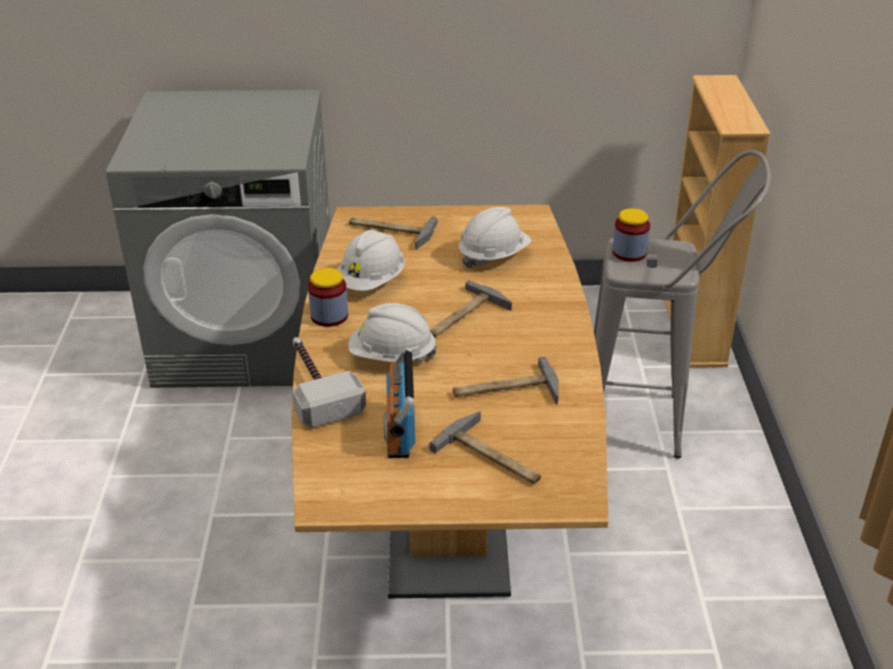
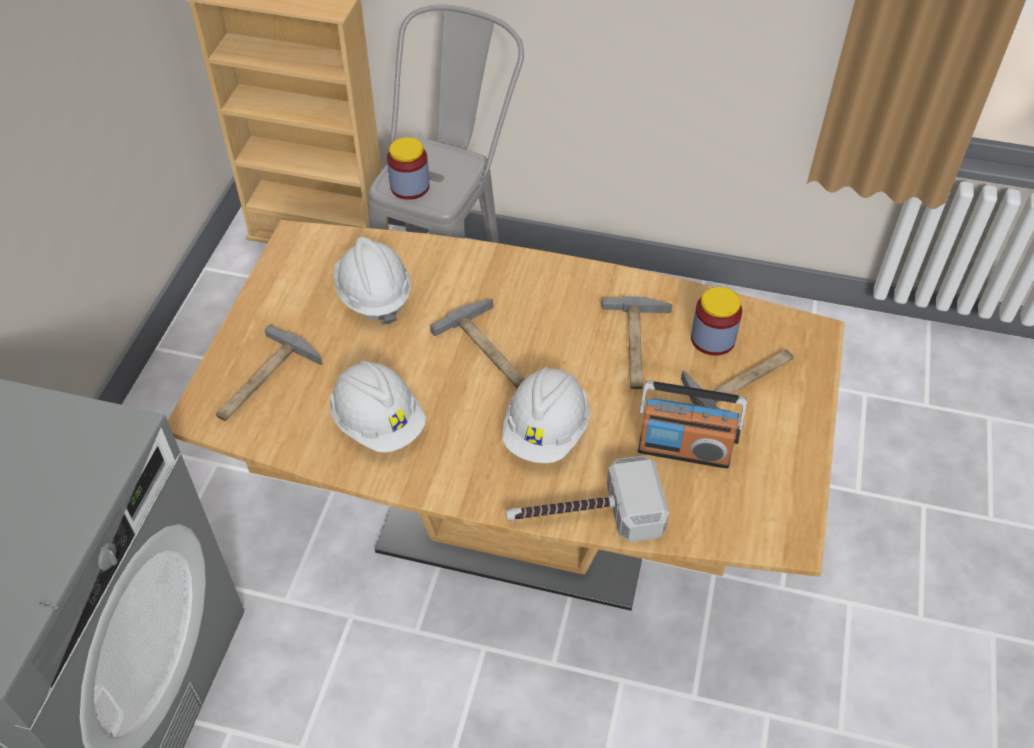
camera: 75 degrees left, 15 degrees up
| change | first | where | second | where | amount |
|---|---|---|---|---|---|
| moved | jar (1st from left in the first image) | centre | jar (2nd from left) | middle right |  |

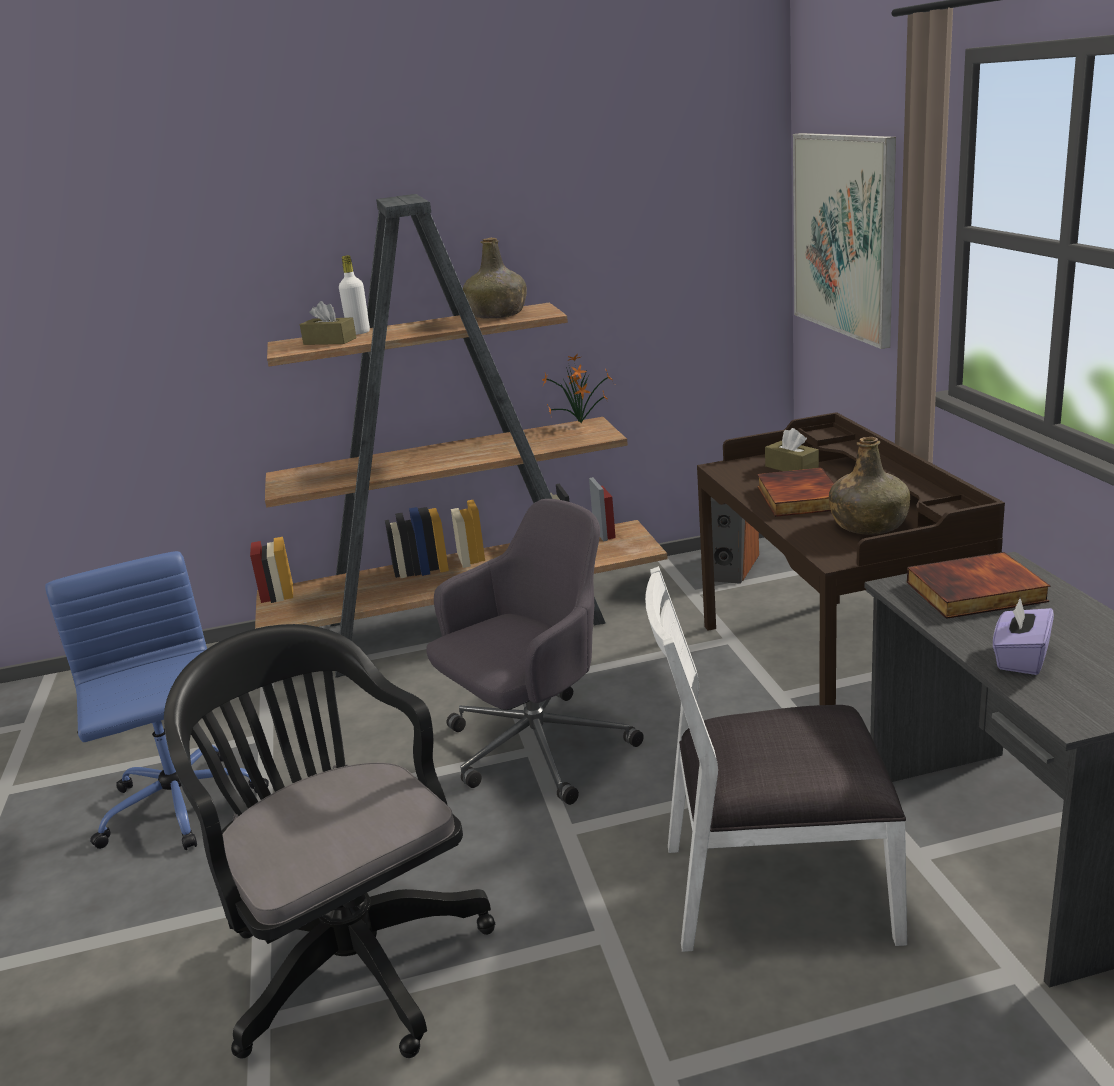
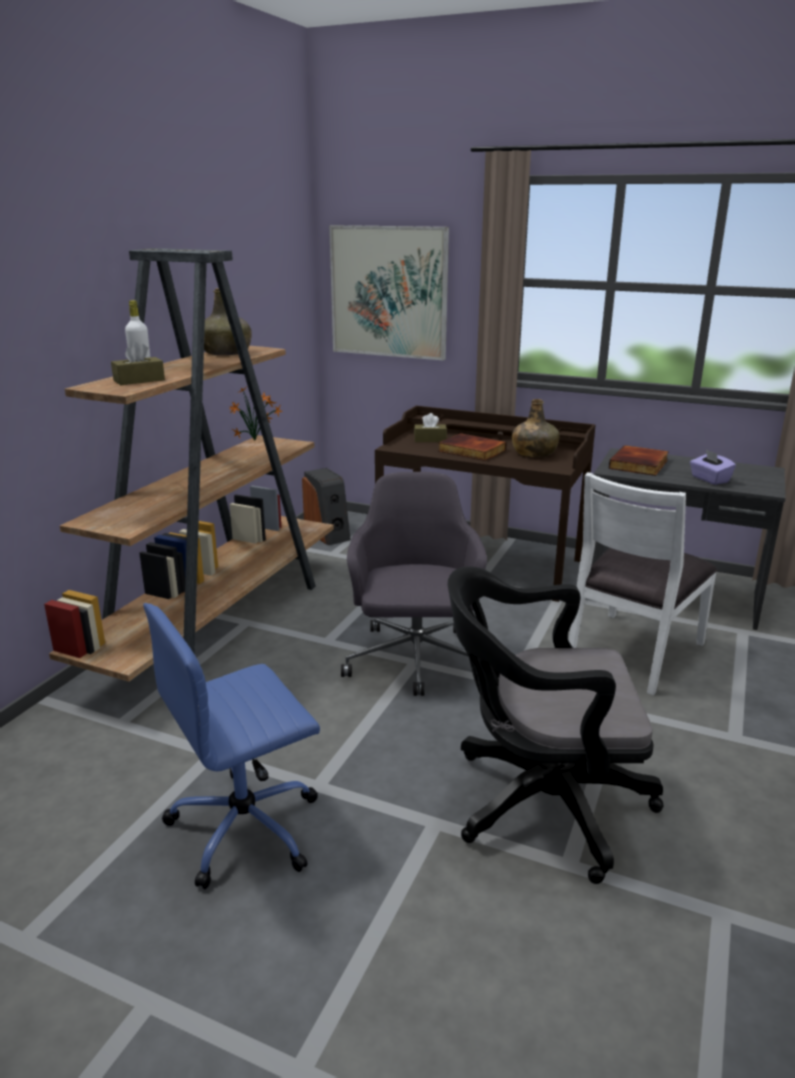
camera: 55 degrees left, 0 degrees up
| change | first | where | second | where | amount |
|---|---|---|---|---|---|
| turned | office chair/blue | middle left |  | bottom left | 45 degrees counterclockwise |

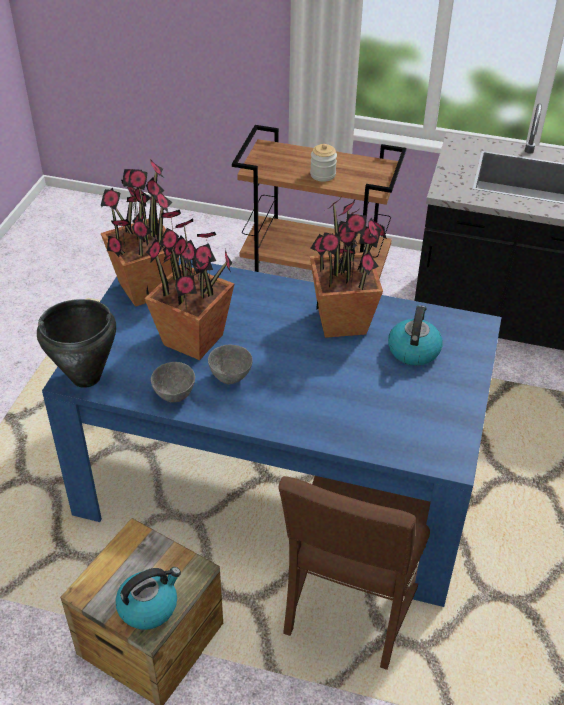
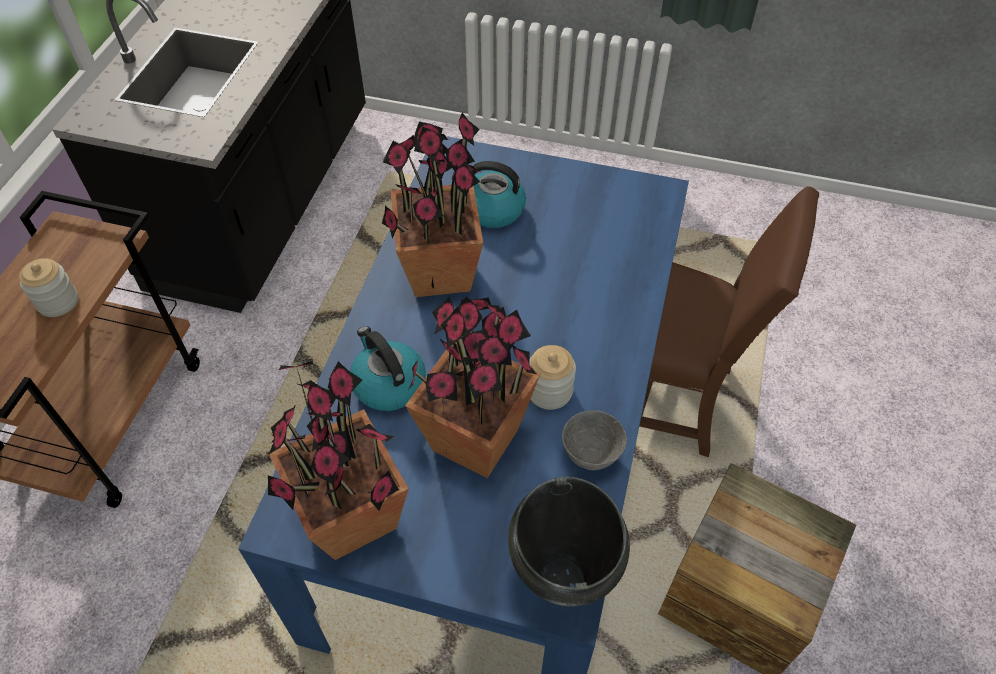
camera: 90 degrees left, 10 degrees up
| change | first | where | second | where | amount |
|---|---|---|---|---|---|
| replaced | bowl/grey (2nd from left) | centre | jar (2nd from left) | centre |  |
| moved | kettle (1st from left) | bottom left |  | centre |  |

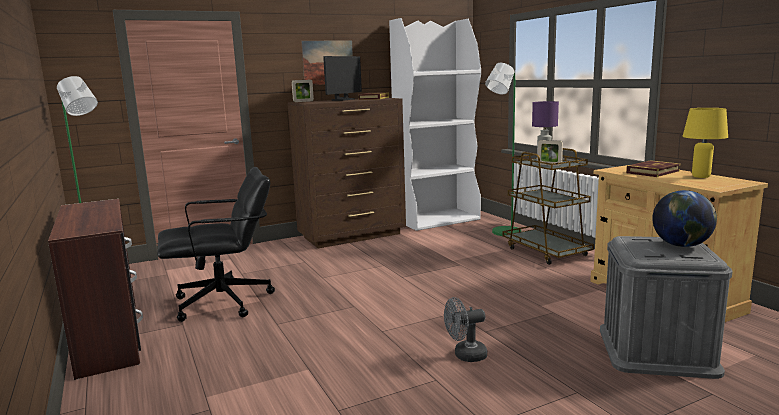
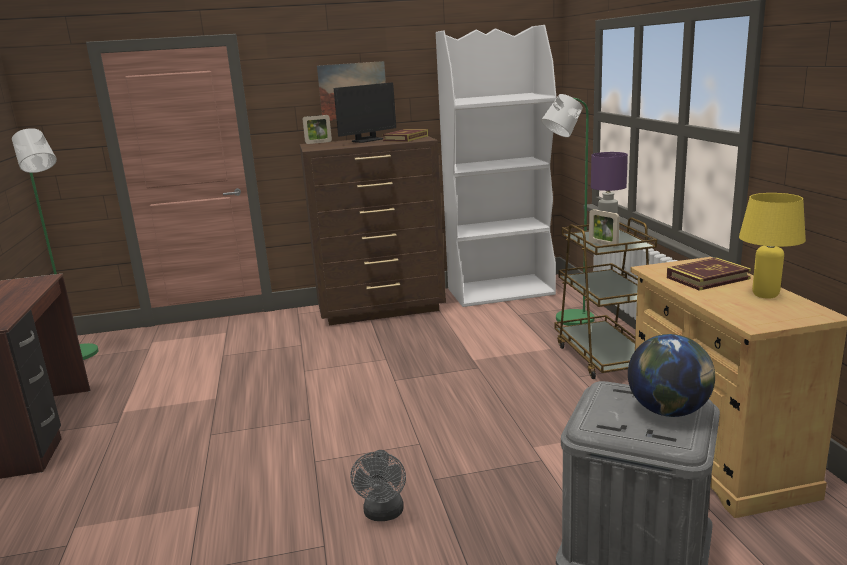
camera: 15 degrees right, 5 degrees up
| change | first | where | second | where | amount |
|---|---|---|---|---|---|
| removed | office chair/black | middle left |  |  |  |
| turned | fan/grey | bottom centre |  | bottom centre | 90 degrees counterclockwise |

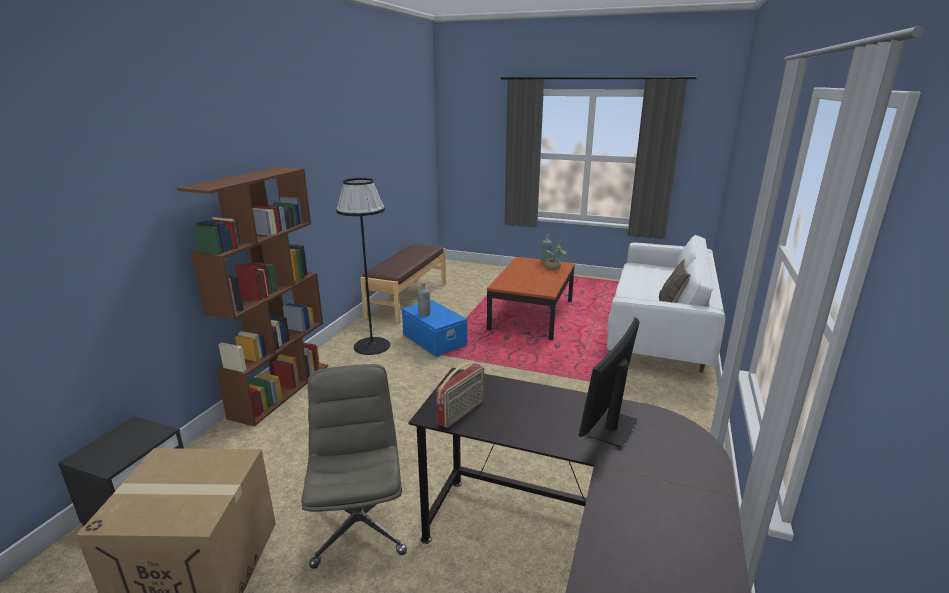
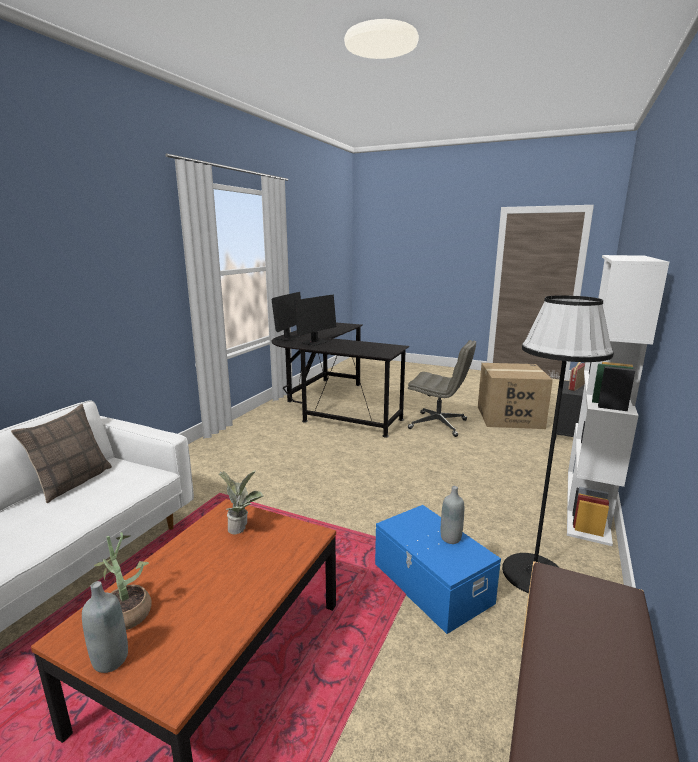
camera: 175 degrees left, 5 degrees down
| change | first | where | second | where | amount |
|---|---|---|---|---|---|
| recoloured | bookcase/brown | middle left | bookcase/white | middle right |  |
| moved | radio | centre |  | middle right |  |
| turned | office chair/grey | bottom centre |  | centre | 60 degrees counterclockwise |
| added |  |  | monitor (1st from left) | centre |  |
| added |  |  | potted plant (2nd from left) | centre |  |

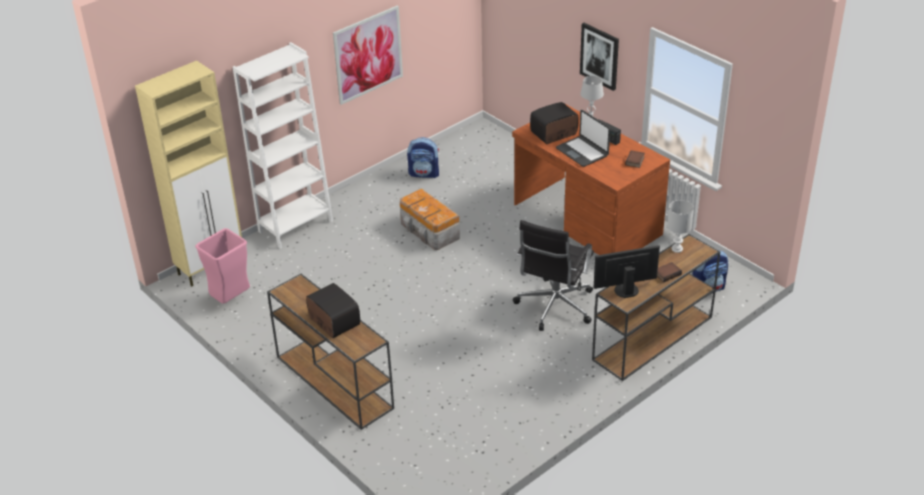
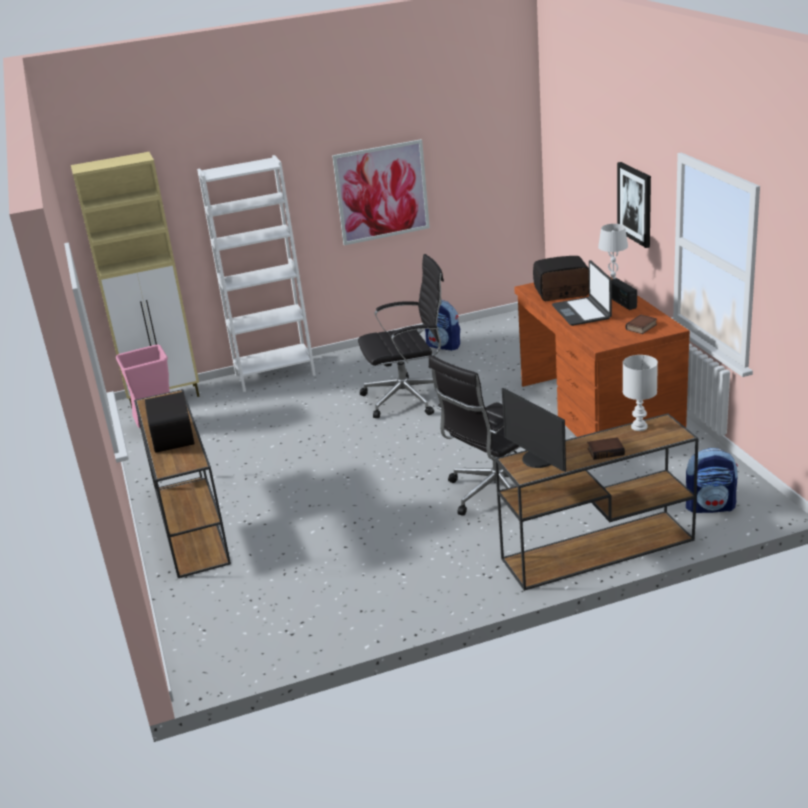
camera: 25 degrees right, 10 degrees down
| change | first | where | second | where | amount |
|---|---|---|---|---|---|
| replaced | storage box | centre | office chair/black (1st from left) | centre |  |
| turned | monitor | middle right |  | centre | 135 degrees counterclockwise |

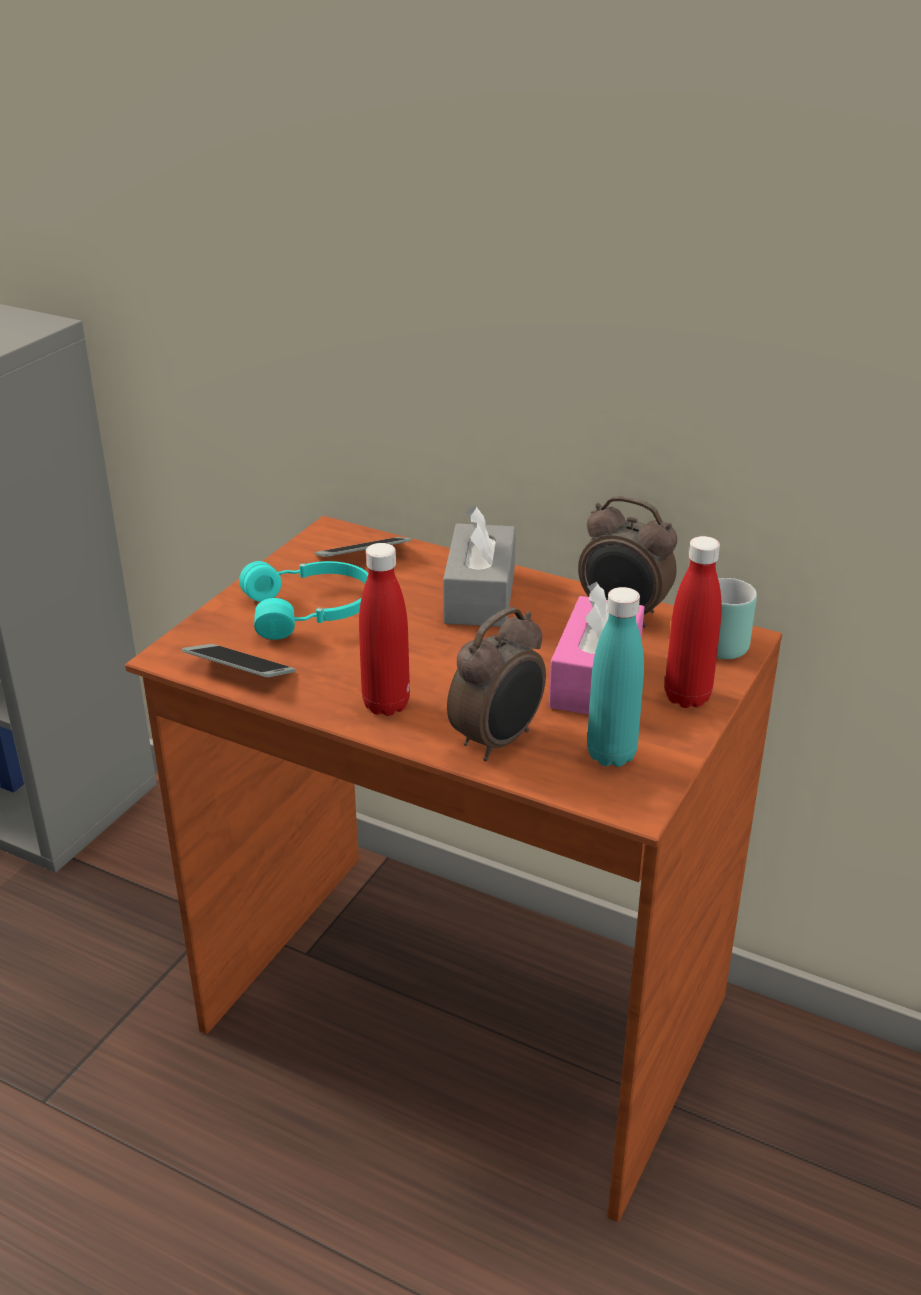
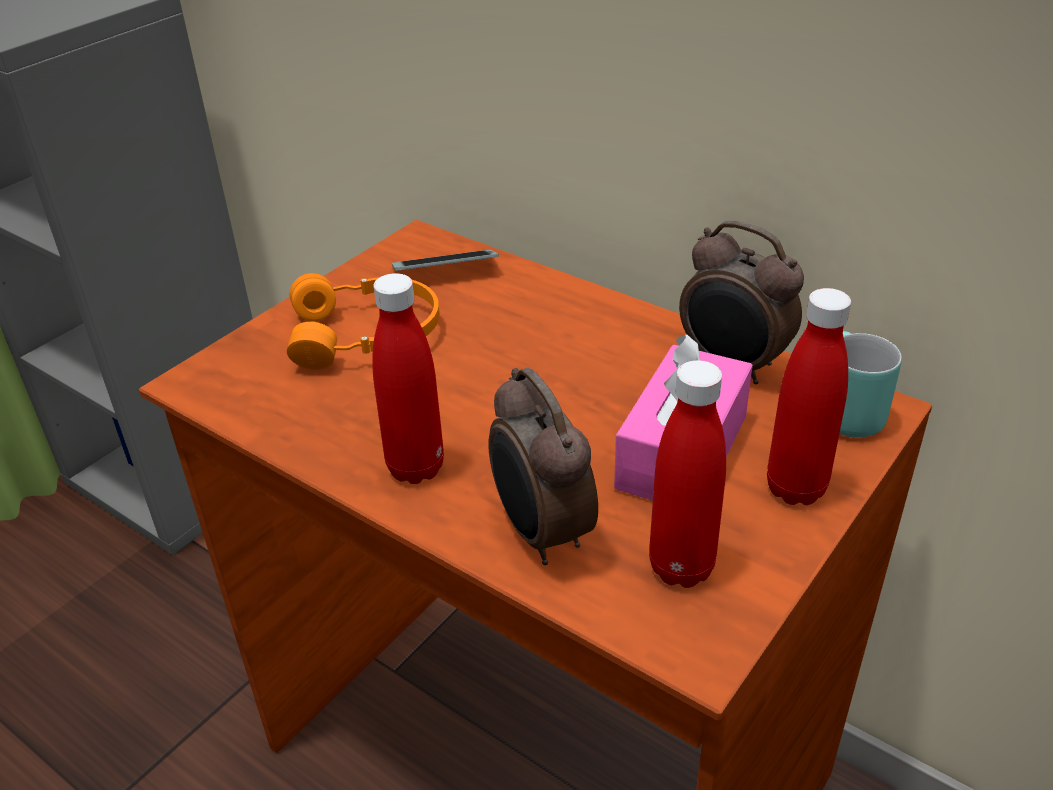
camera: 10 degrees right, 5 degrees up
| change | first | where | second | where | amount |
|---|---|---|---|---|---|
| removed | tissue box/grey | centre |  |  |  |
| recoloured | headphones/turquoise | middle left | headphones/orange | centre |  |
| recoloured | bottle/turquoise | middle right | bottle/red (2nd from left) | centre |  |
| turned | alarm clock (1st from left) | centre |  | centre | 105 degrees clockwise |
| removed | phone (1st from left) | middle left |  |  |  |

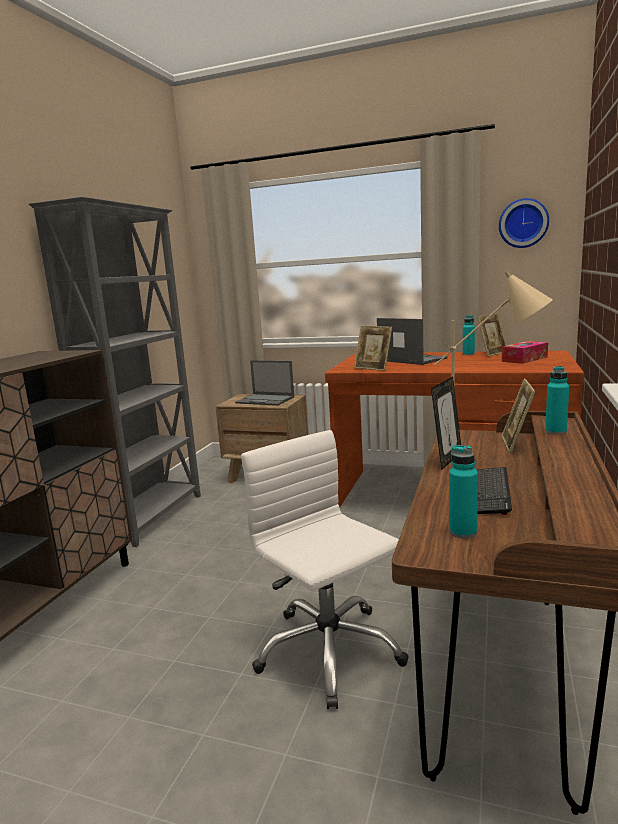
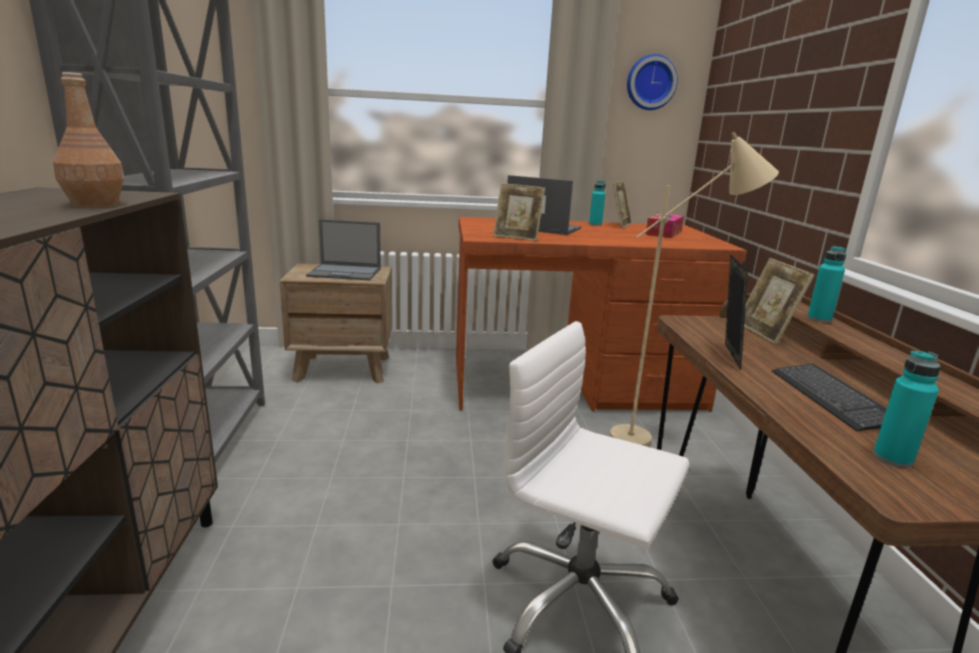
camera: 25 degrees left, 5 degrees up
| change | first | where | second | where | amount |
|---|---|---|---|---|---|
| added |  |  | bottle/brown | top left |  |

